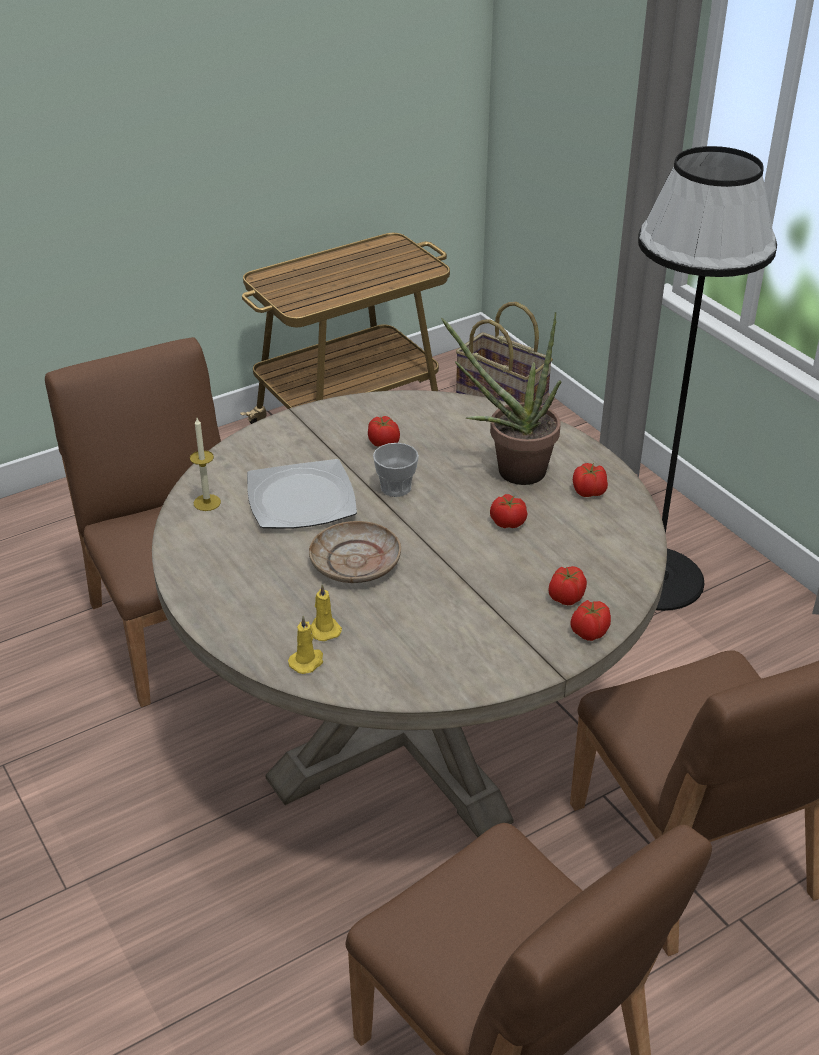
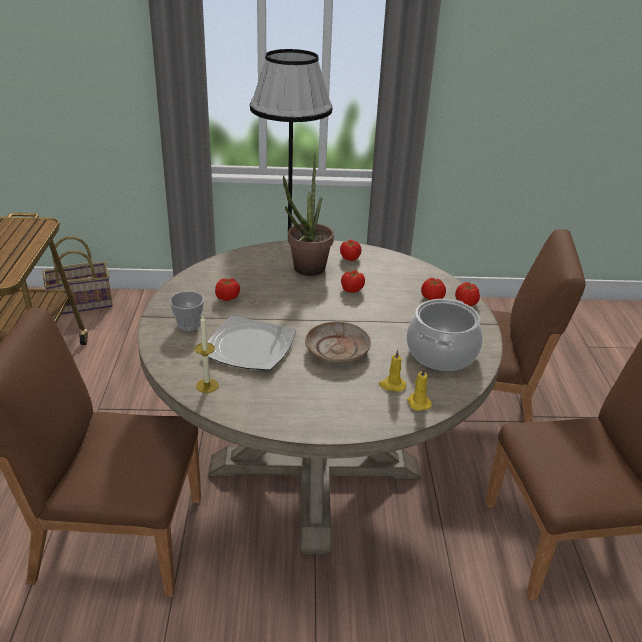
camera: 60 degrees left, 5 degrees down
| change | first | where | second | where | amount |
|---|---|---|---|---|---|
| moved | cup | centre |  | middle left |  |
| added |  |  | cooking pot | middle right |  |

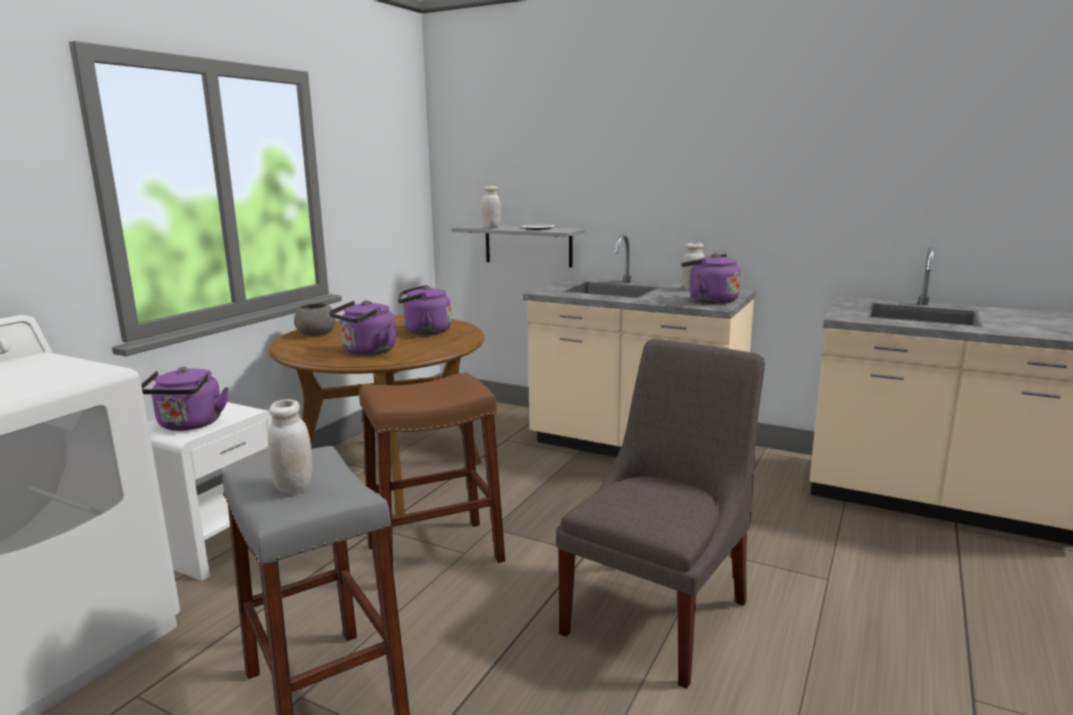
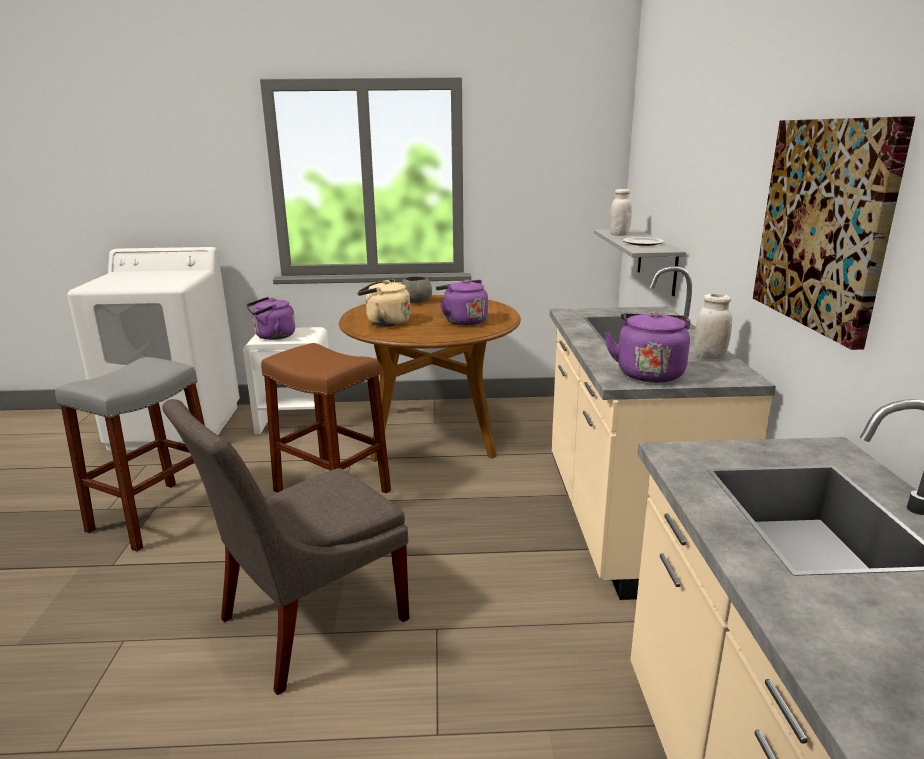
camera: 60 degrees right, 5 degrees up
| change | first | where | second | where | amount |
|---|---|---|---|---|---|
| recoloured | kettle/purple (2nd from left) | centre | kettle/beige | centre |  |
| turned | chair/grey | bottom centre |  | bottom left | 135 degrees clockwise |
| removed | jar/white (1st from left) | middle left |  |  |  |
| added |  |  | picture | top right |  |

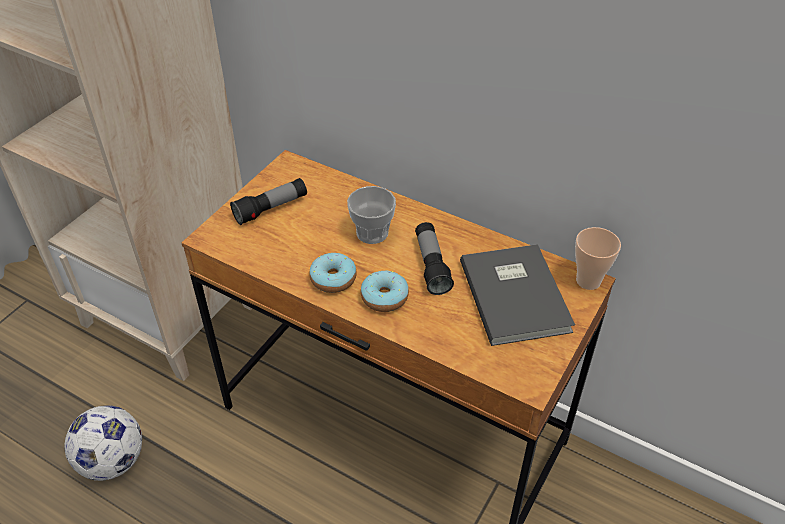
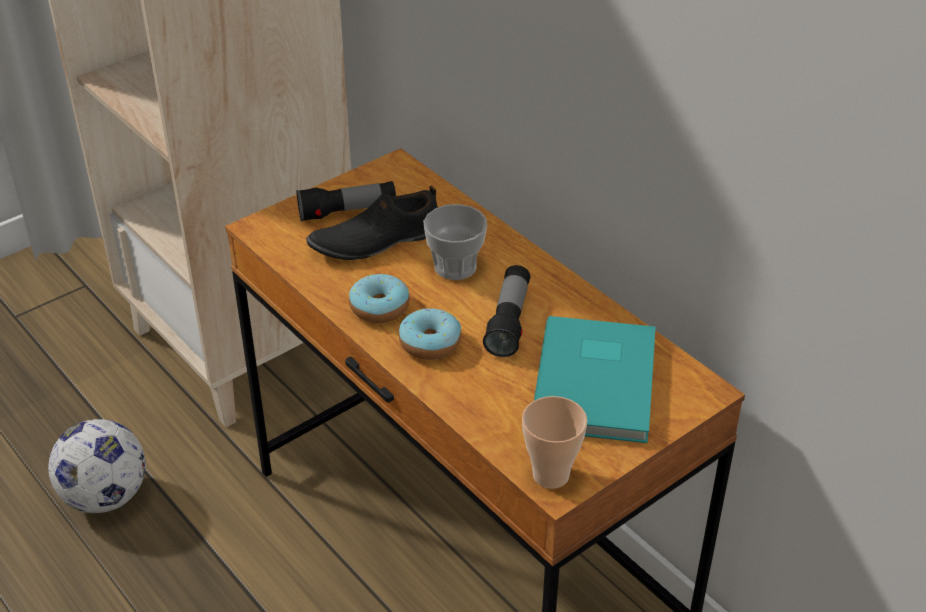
camera: 20 degrees right, 5 degrees down
| change | first | where | second | where | amount |
|---|---|---|---|---|---|
| moved | cup (2nd from left) | middle right |  | bottom centre |  |
| recoloured | book/grey | centre | book/turquoise | centre |  |
| added |  |  | shoe/black | centre |  |

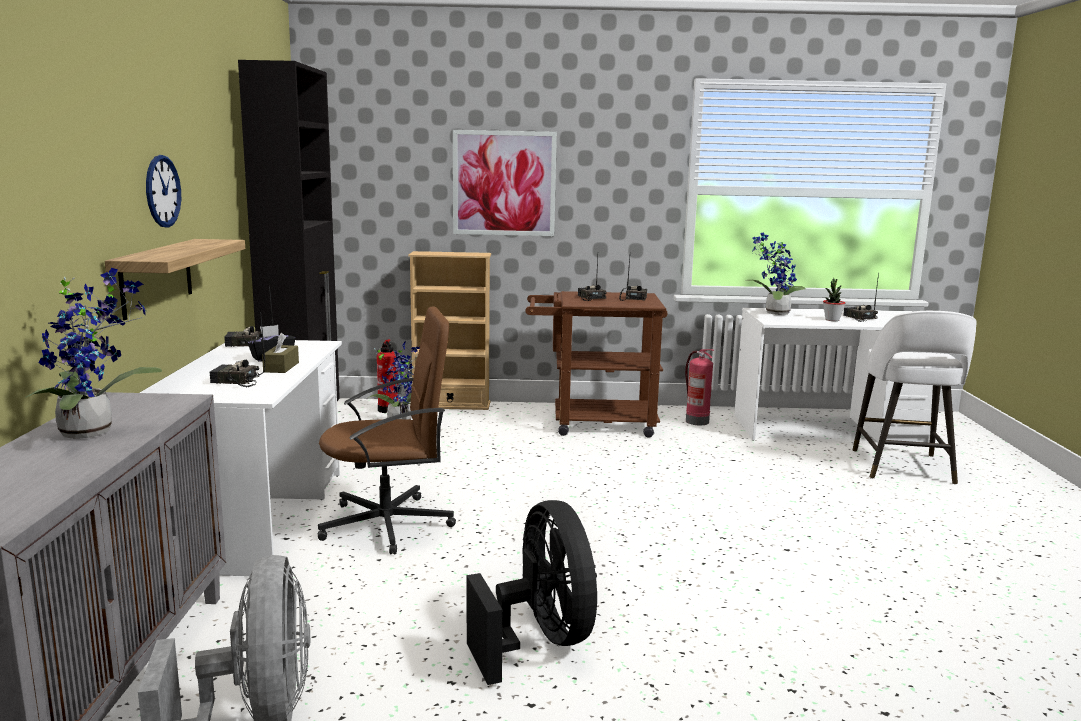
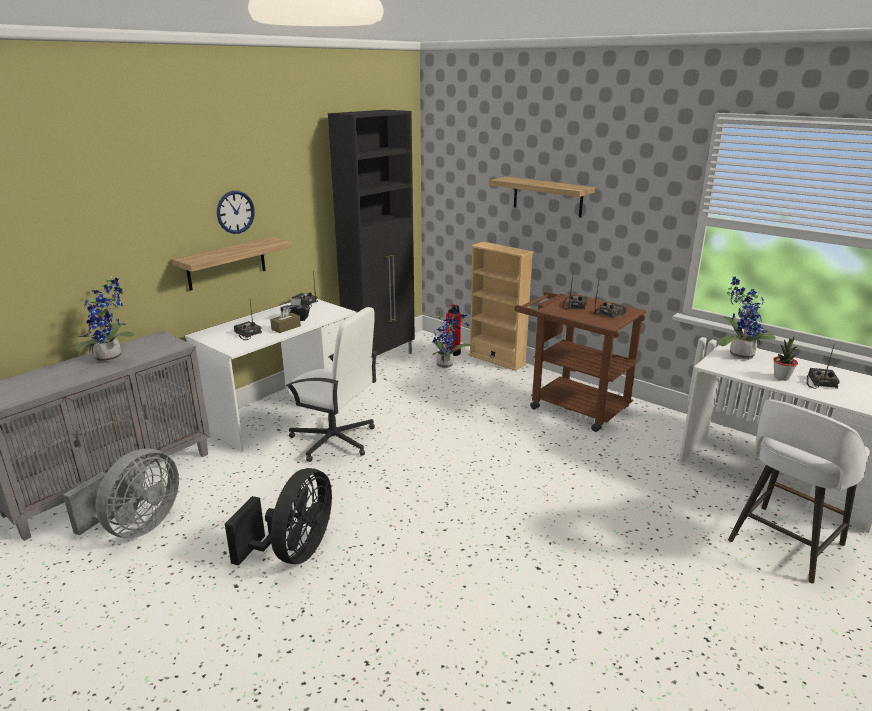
camera: 40 degrees right, 10 degrees up
| change | first | where | second | where | amount |
|---|---|---|---|---|---|
| replaced | picture | top centre | shelf (2nd from left) | top centre |  |
| recoloured | office chair/brown | centre | office chair/white | centre |  |
| removed | fire extinguisher (2nd from left) | centre |  |  |  |

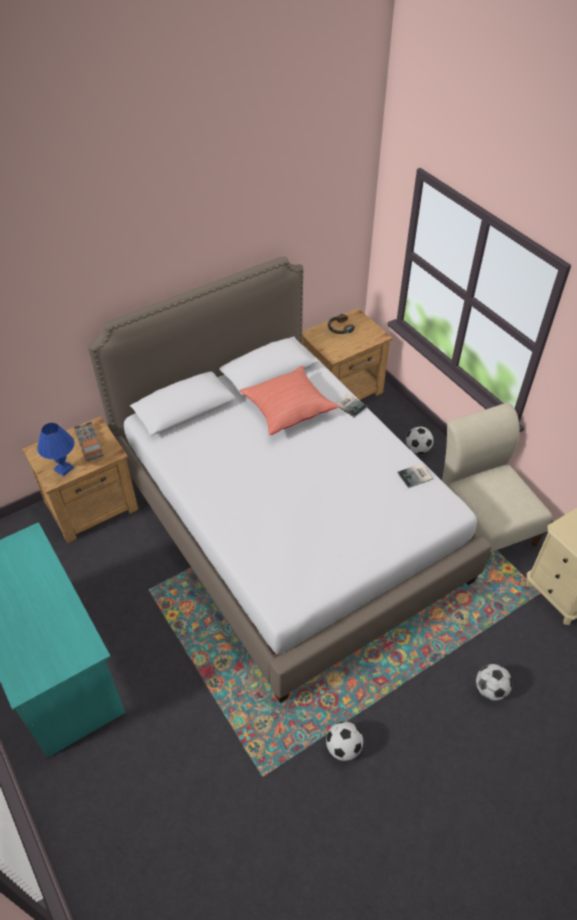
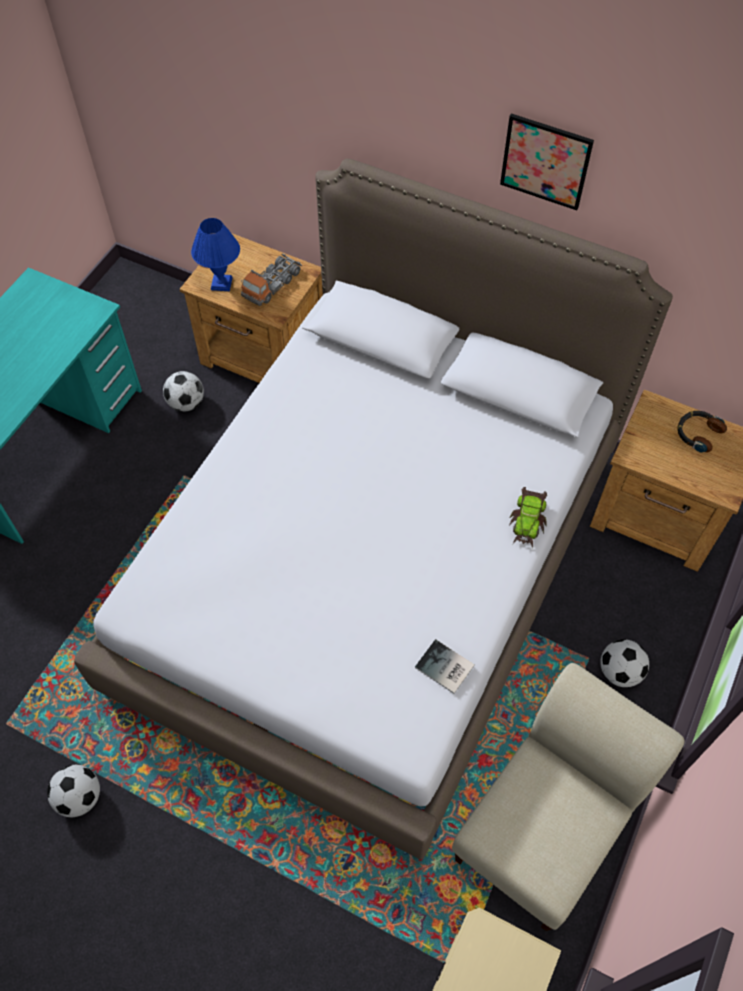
camera: 60 degrees right, 10 degrees up
| change | first | where | second | where | amount |
|---|---|---|---|---|---|
| removed | pillow/red | centre |  |  |  |
| replaced | book (1st from left) | centre | toy car | middle right |  |
| moved | football (3rd from left in the first image) | bottom right | football (2nd from left) | middle left |  |
| added |  |  | picture | top right |  |

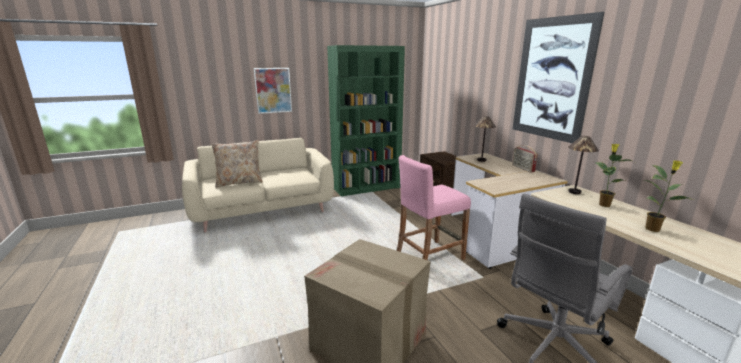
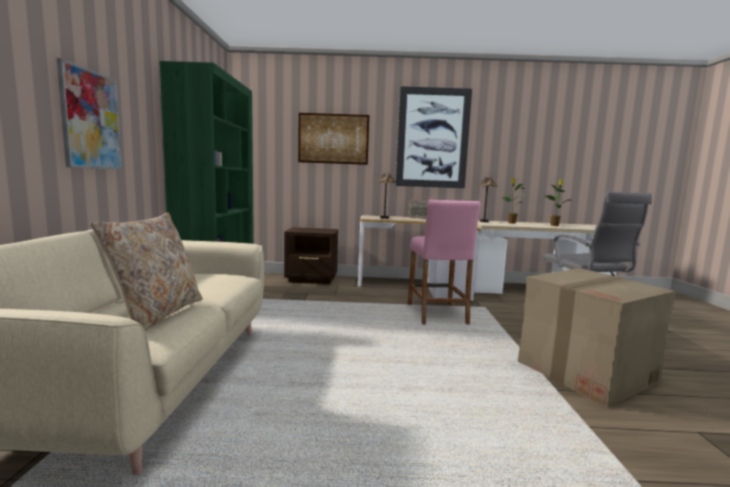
camera: 65 degrees left, 10 degrees down
| change | first | where | second | where | amount |
|---|---|---|---|---|---|
| added |  |  | picture (2nd from left) | top centre |  |

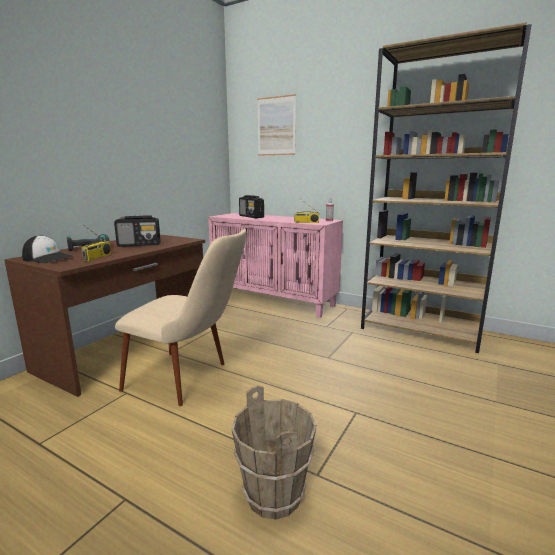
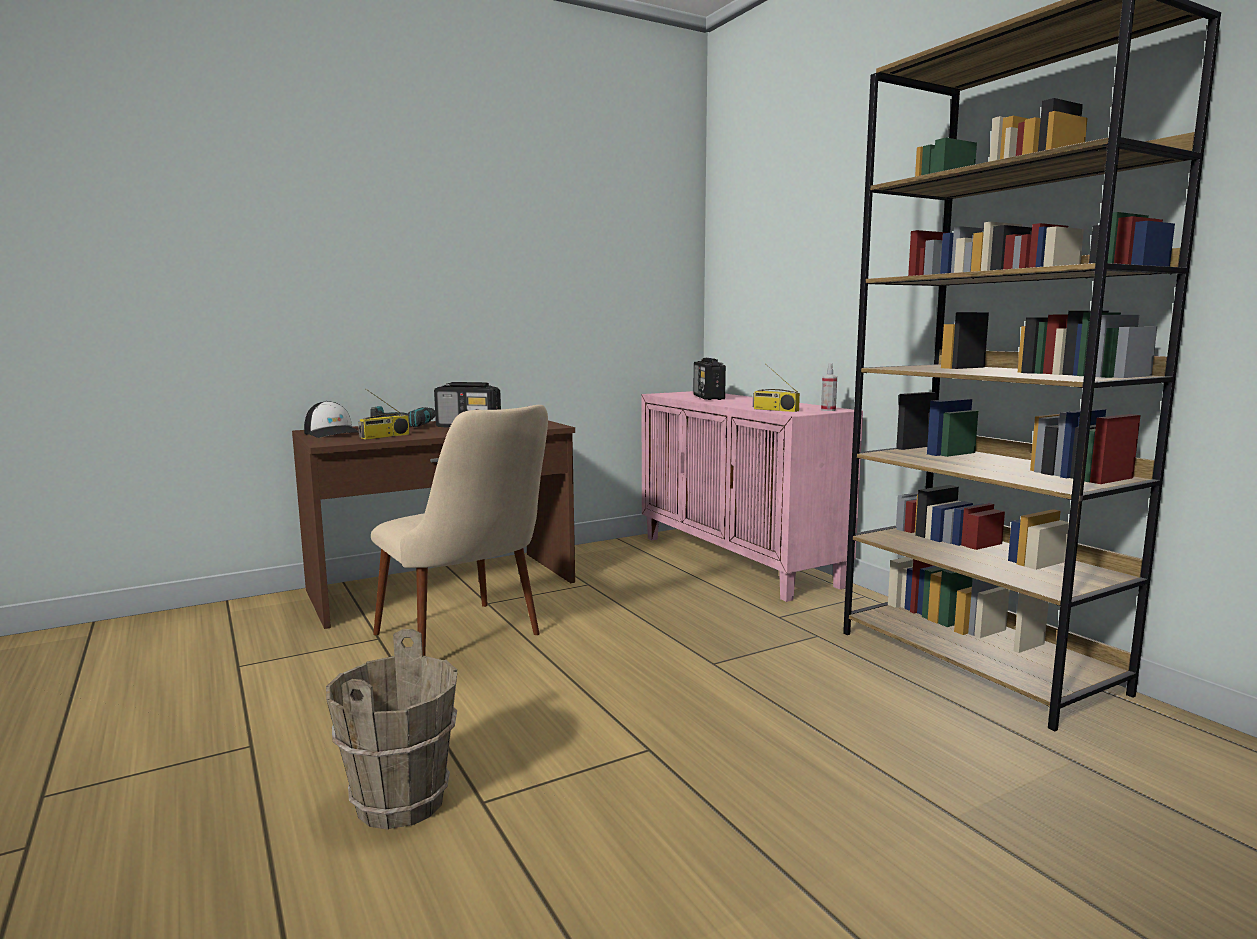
camera: 30 degrees right, 5 degrees down
| change | first | where | second | where | amount |
|---|---|---|---|---|---|
| removed | picture | top centre |  |  |  |

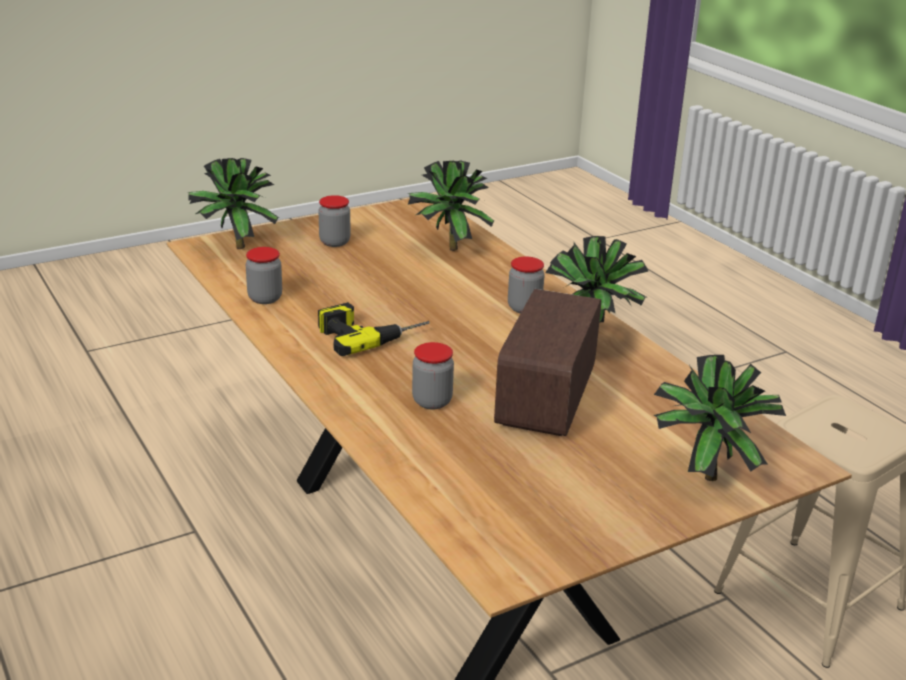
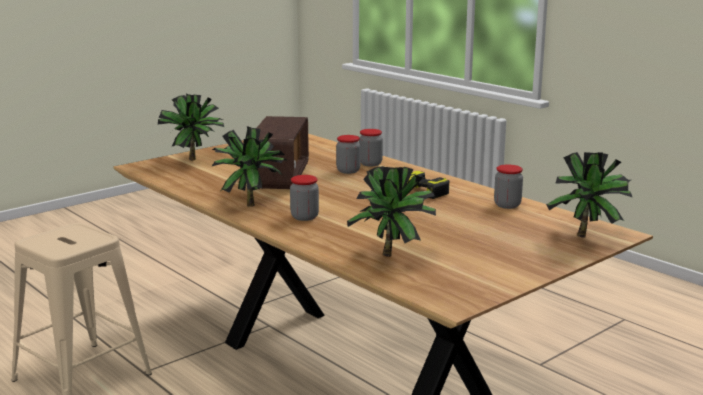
camera: 170 degrees right, 10 degrees down
| change | first | where | second | where | amount |
|---|---|---|---|---|---|
| moved | jar (2nd from left in the first image) | top centre | jar (3rd from left) | centre |  |

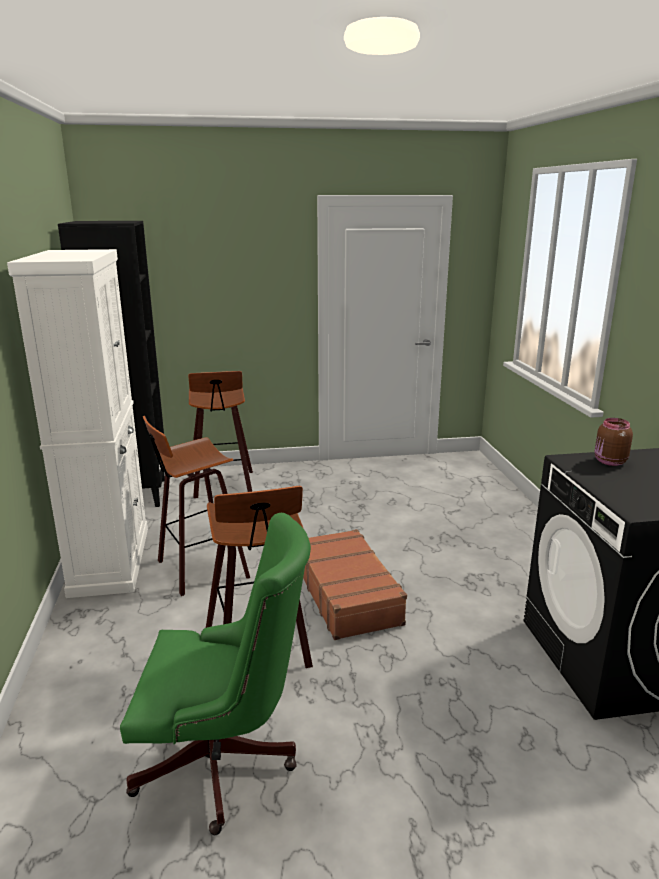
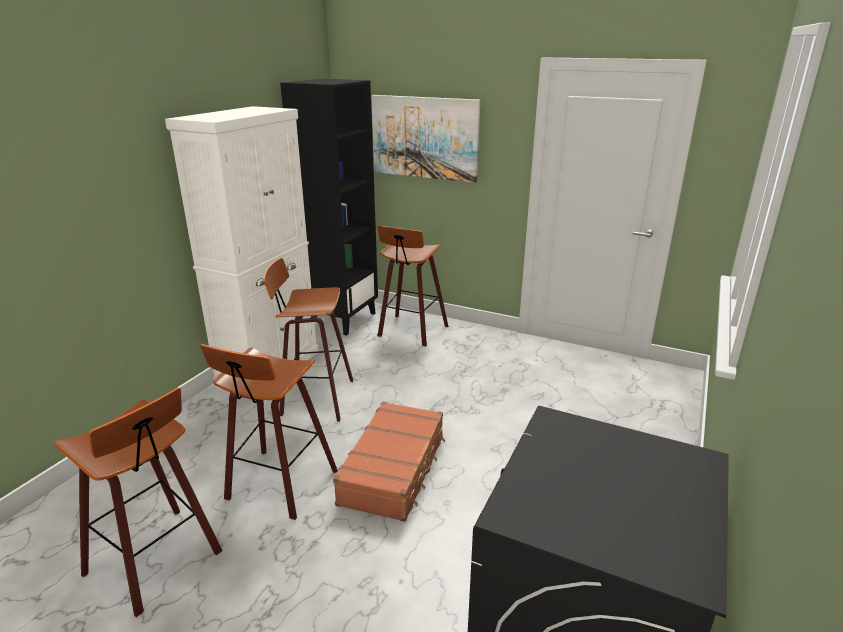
camera: 35 degrees right, 5 degrees up
| change | first | where | second | where | amount |
|---|---|---|---|---|---|
| removed | jar/brown | middle right |  |  |  |
| replaced | office chair/green | bottom left | stool (1st from left) | bottom left |  |
| added |  |  | picture | top centre |  |

